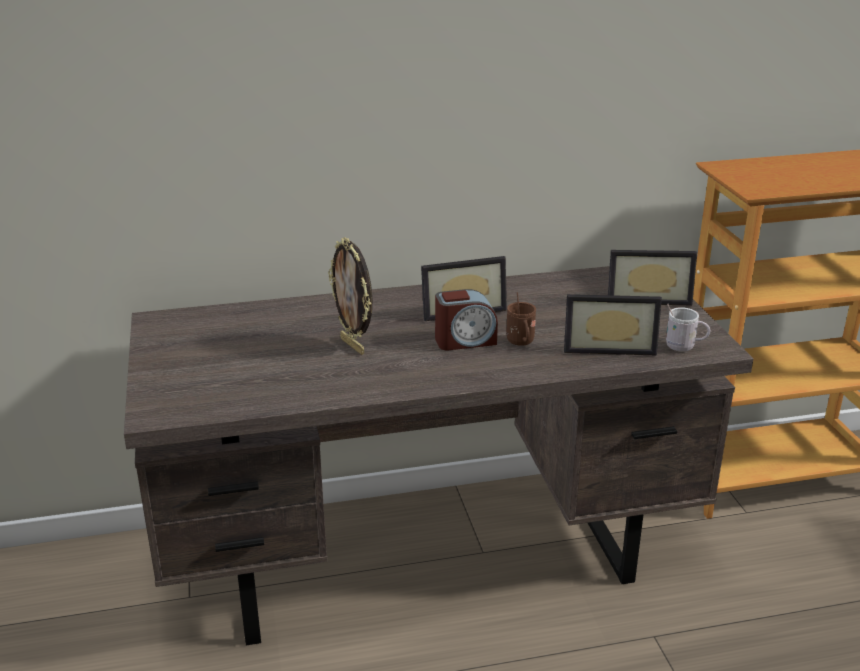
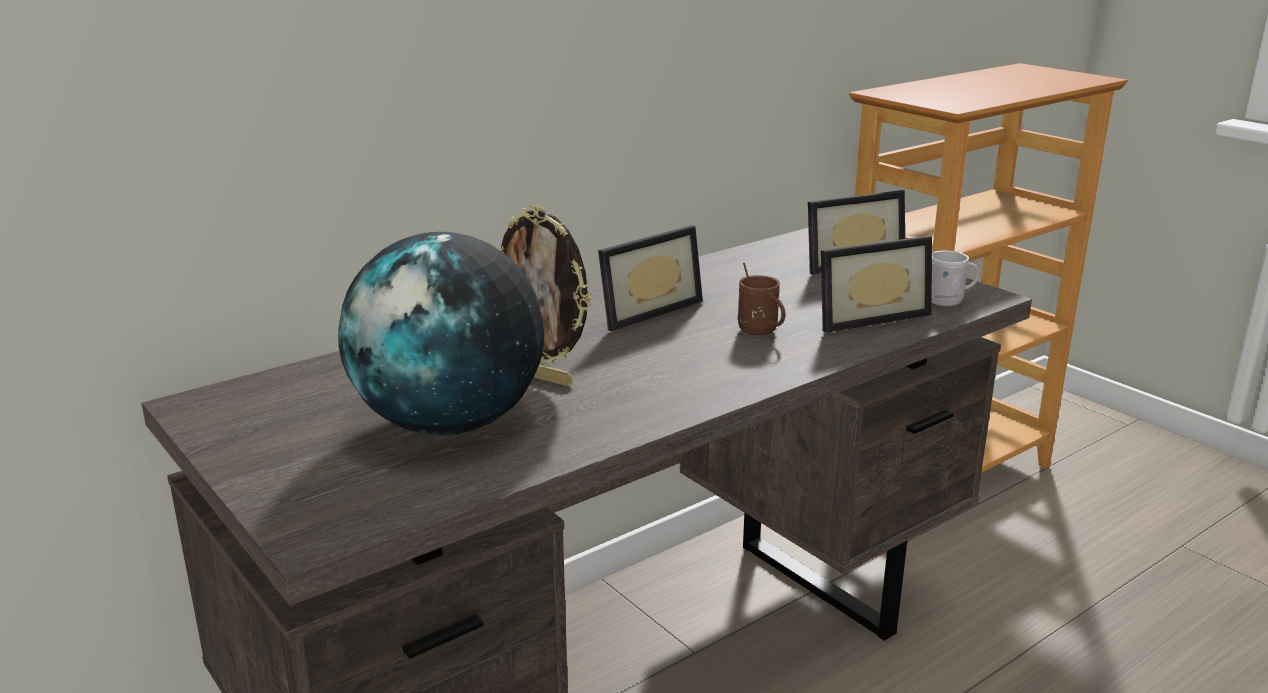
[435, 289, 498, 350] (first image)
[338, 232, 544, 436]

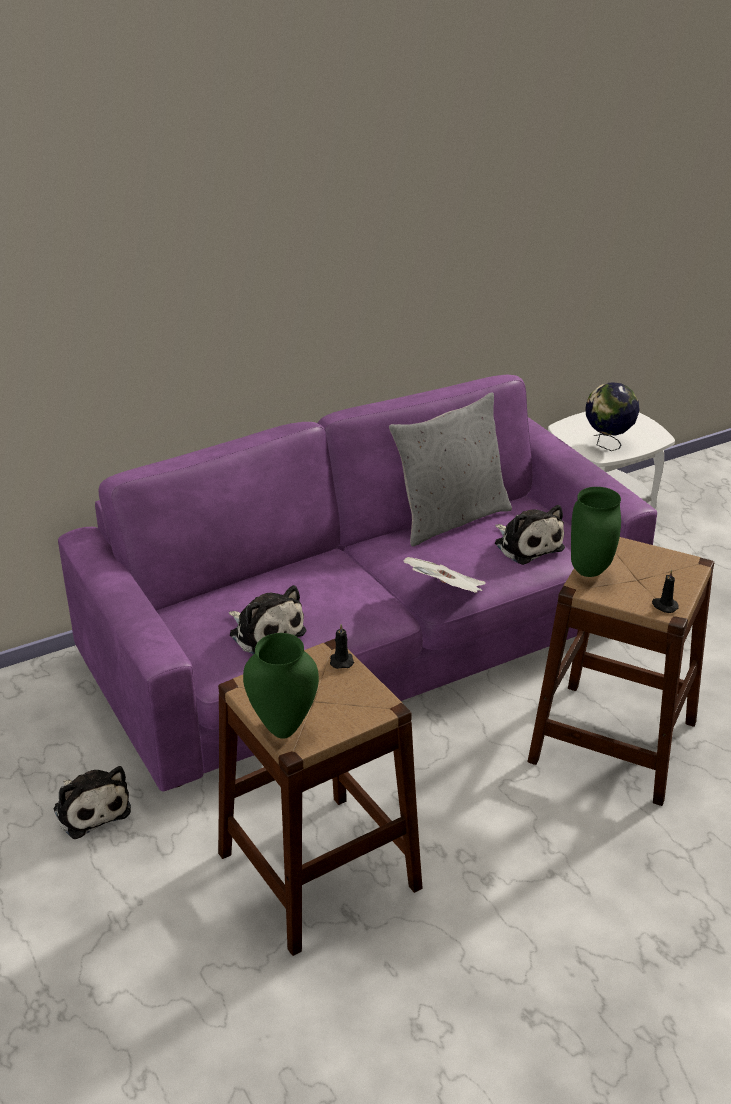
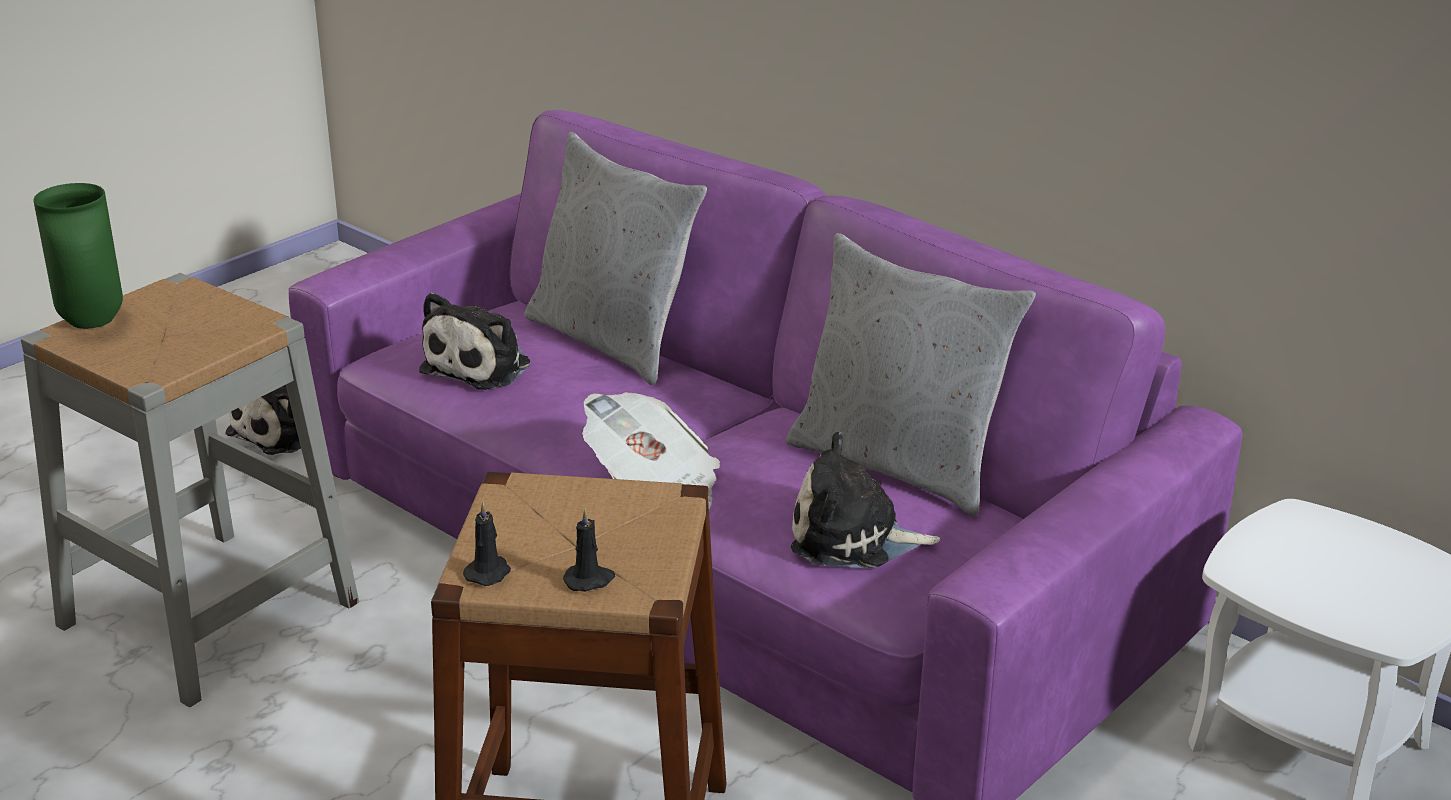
[585, 383, 640, 451] (first image)
[571, 487, 621, 577] (first image)
[791, 432, 940, 568]
[563, 508, 615, 592]
[21, 273, 359, 707]
[524, 132, 707, 385]

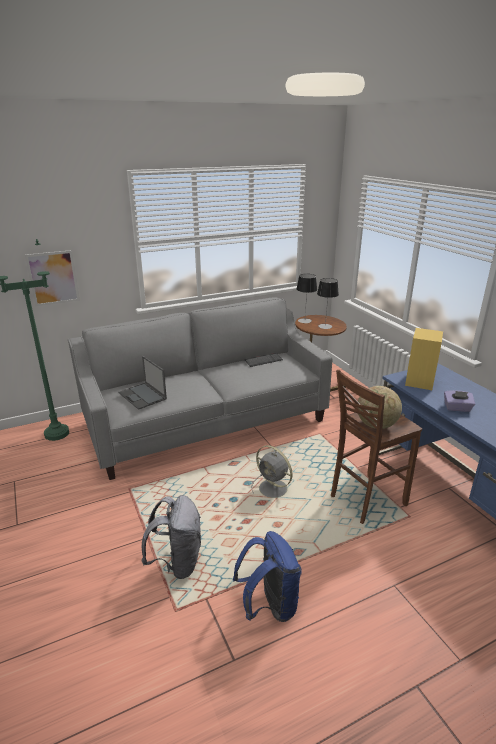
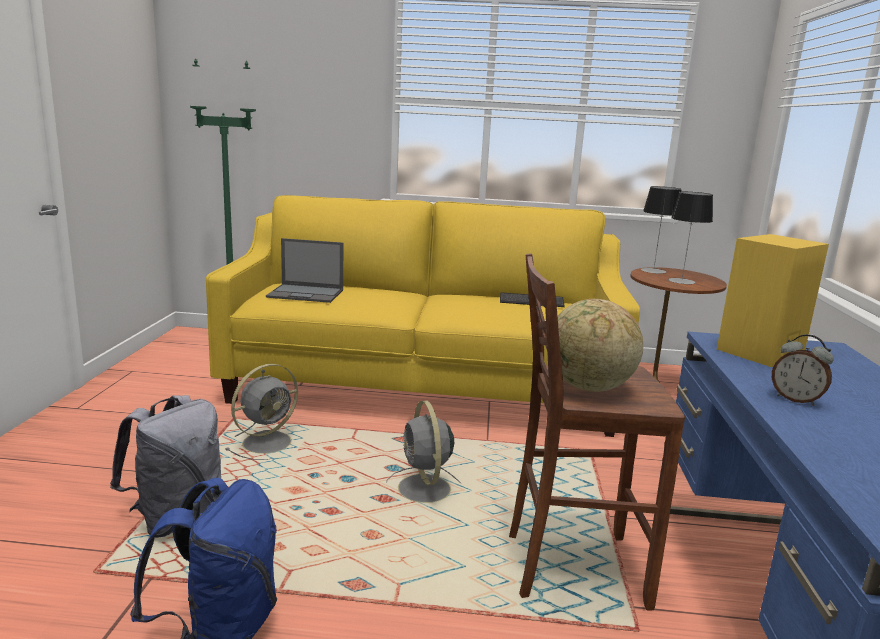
[25, 250, 80, 306] (first image)
[206, 195, 640, 437]
[266, 238, 343, 303]
[772, 334, 834, 406]
[225, 364, 298, 460]

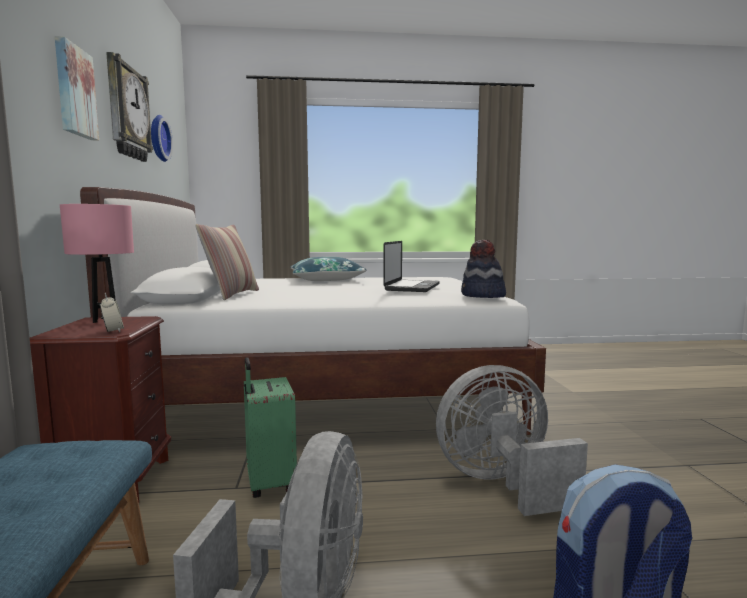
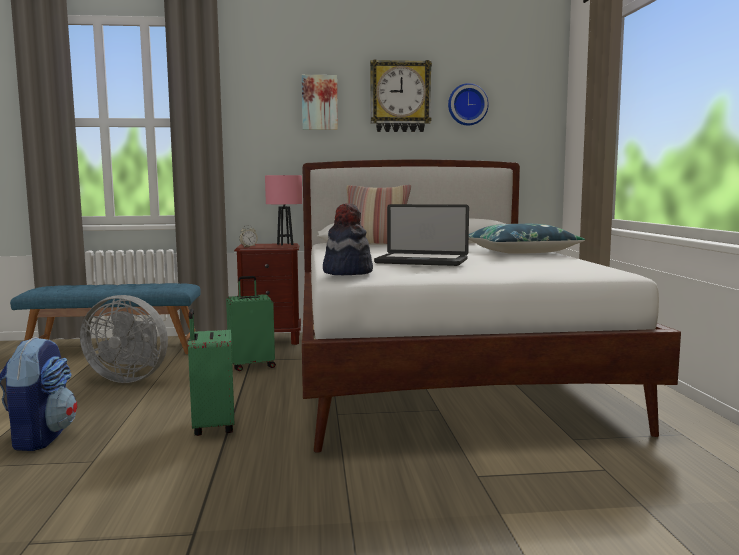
[188, 309, 234, 436]

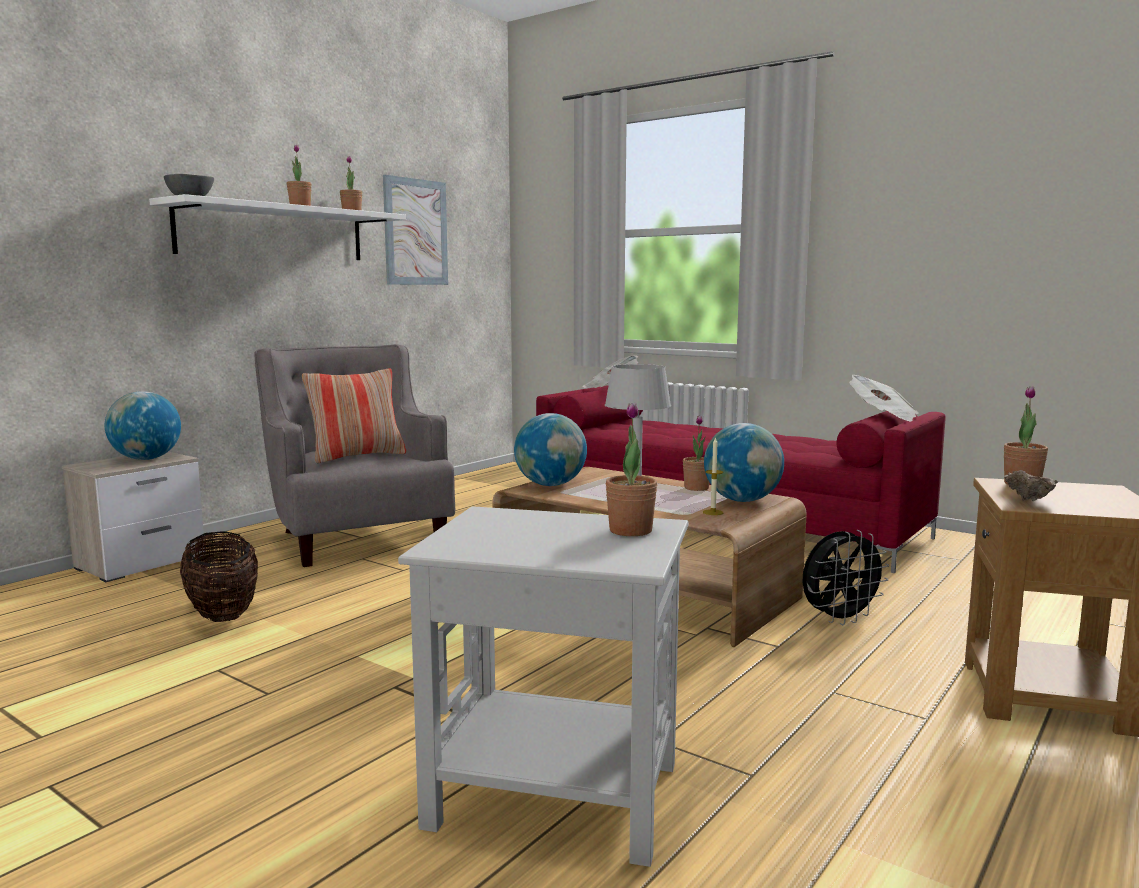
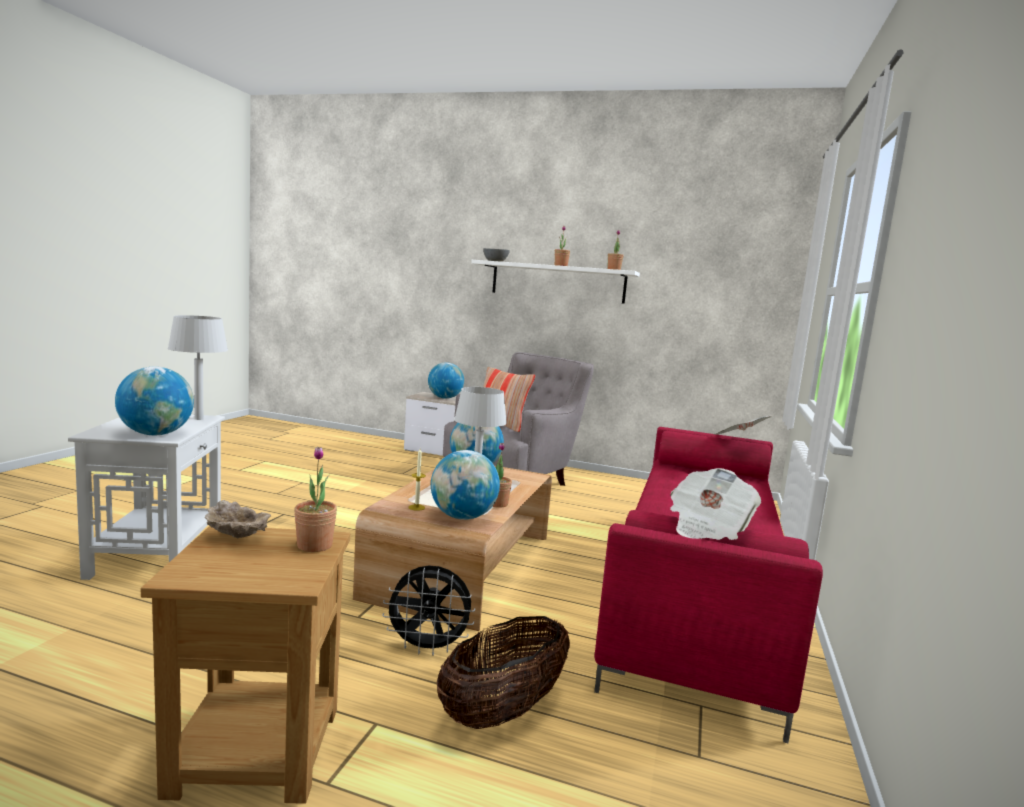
[383, 175, 448, 285] (first image)
[115, 367, 194, 435]
[383, 566, 475, 656]
[437, 616, 570, 729]
[168, 315, 228, 420]

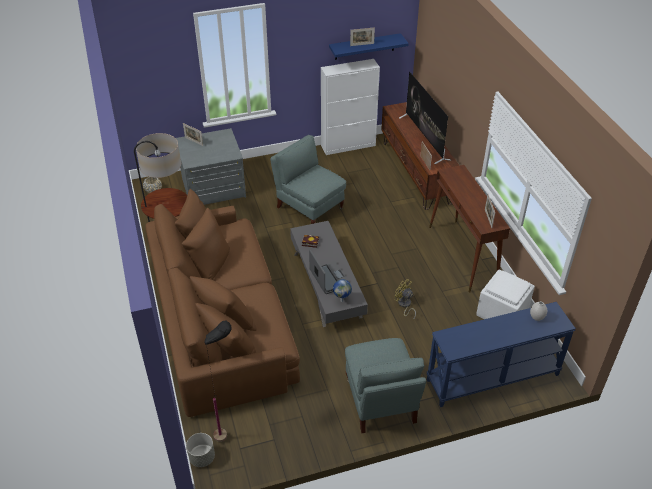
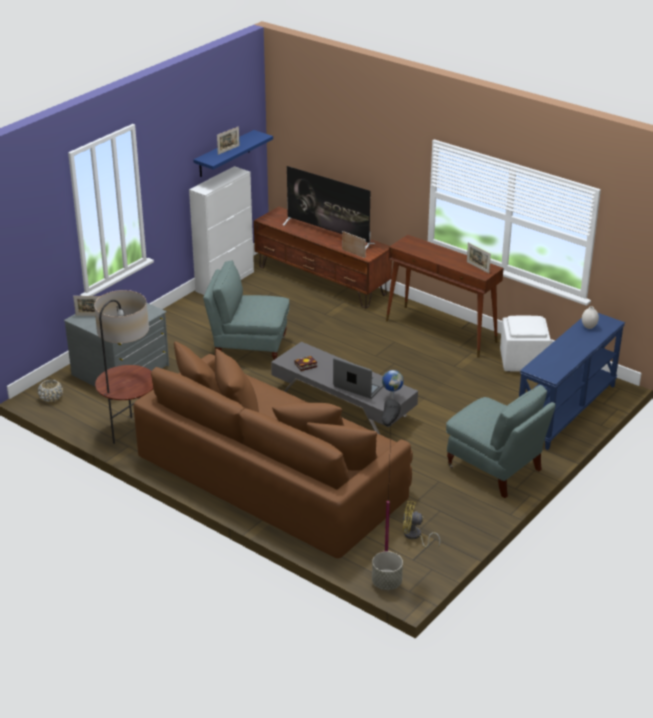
[403, 501, 440, 547]

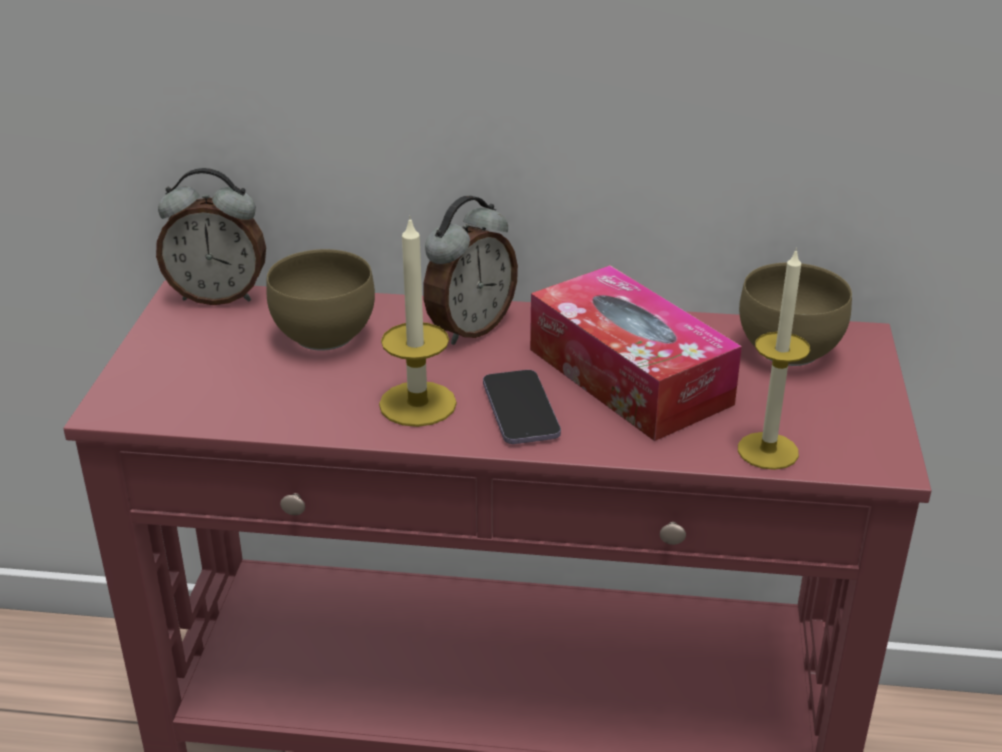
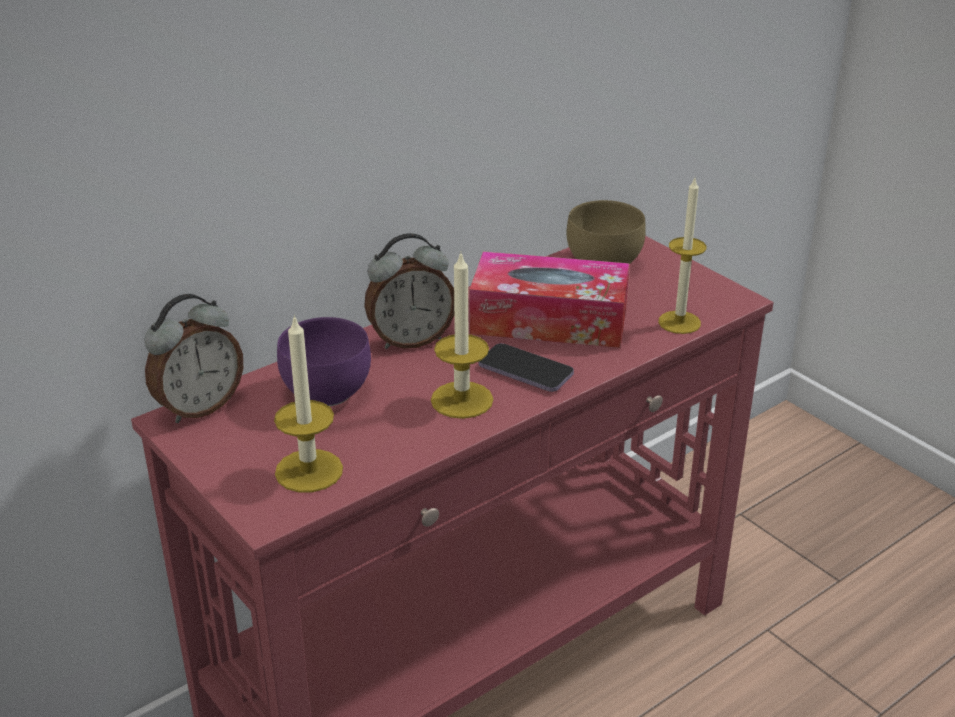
[364, 233, 454, 349]
[277, 317, 371, 406]
[274, 314, 343, 492]

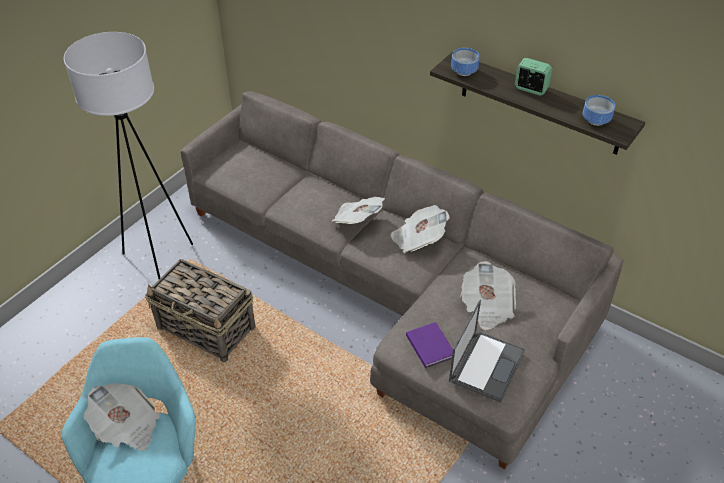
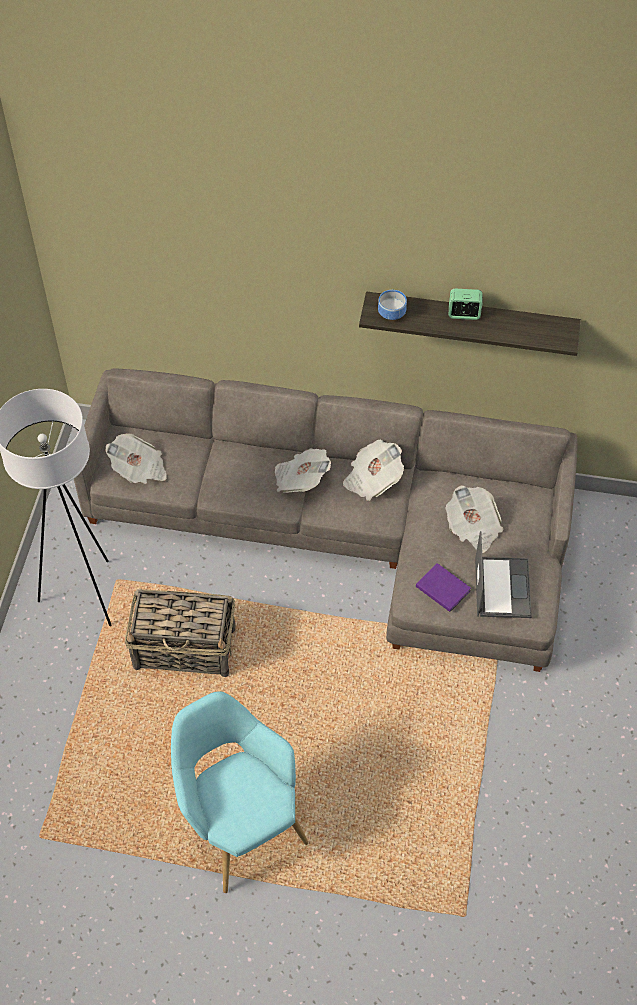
[583, 95, 615, 126] (first image)
[105, 433, 167, 484]

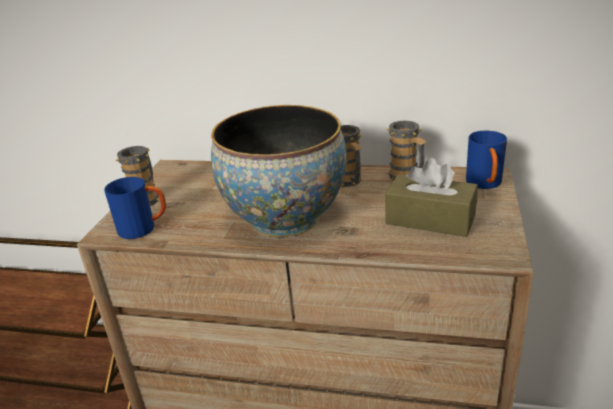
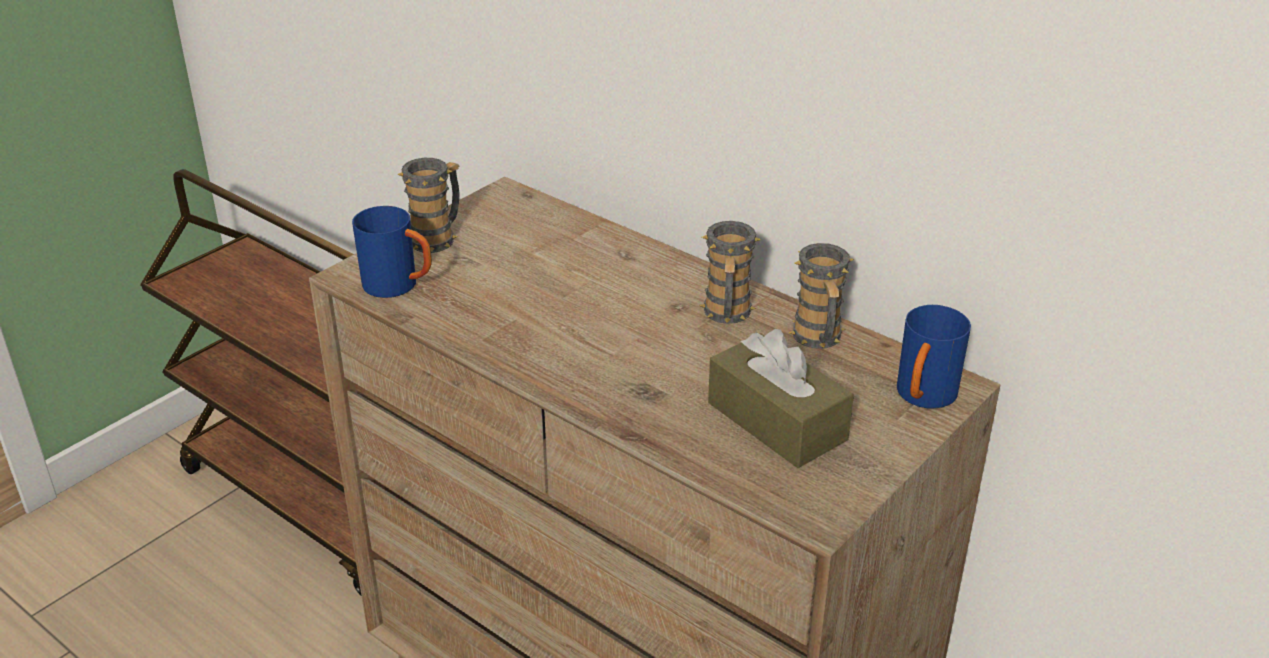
[211, 105, 346, 238] (first image)

